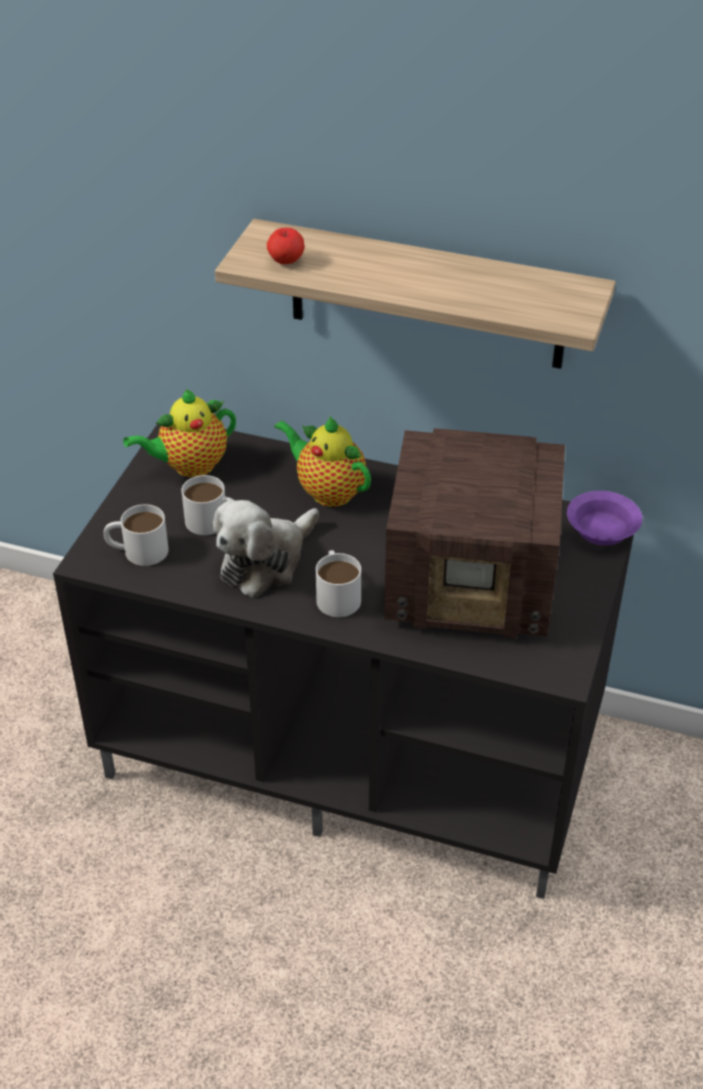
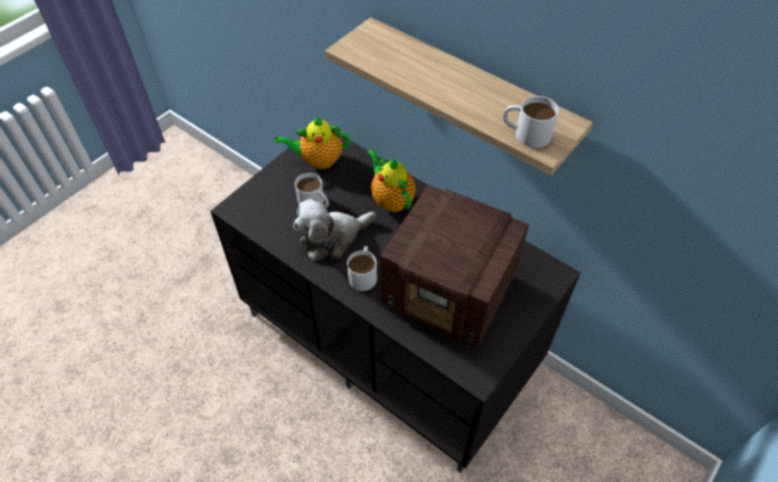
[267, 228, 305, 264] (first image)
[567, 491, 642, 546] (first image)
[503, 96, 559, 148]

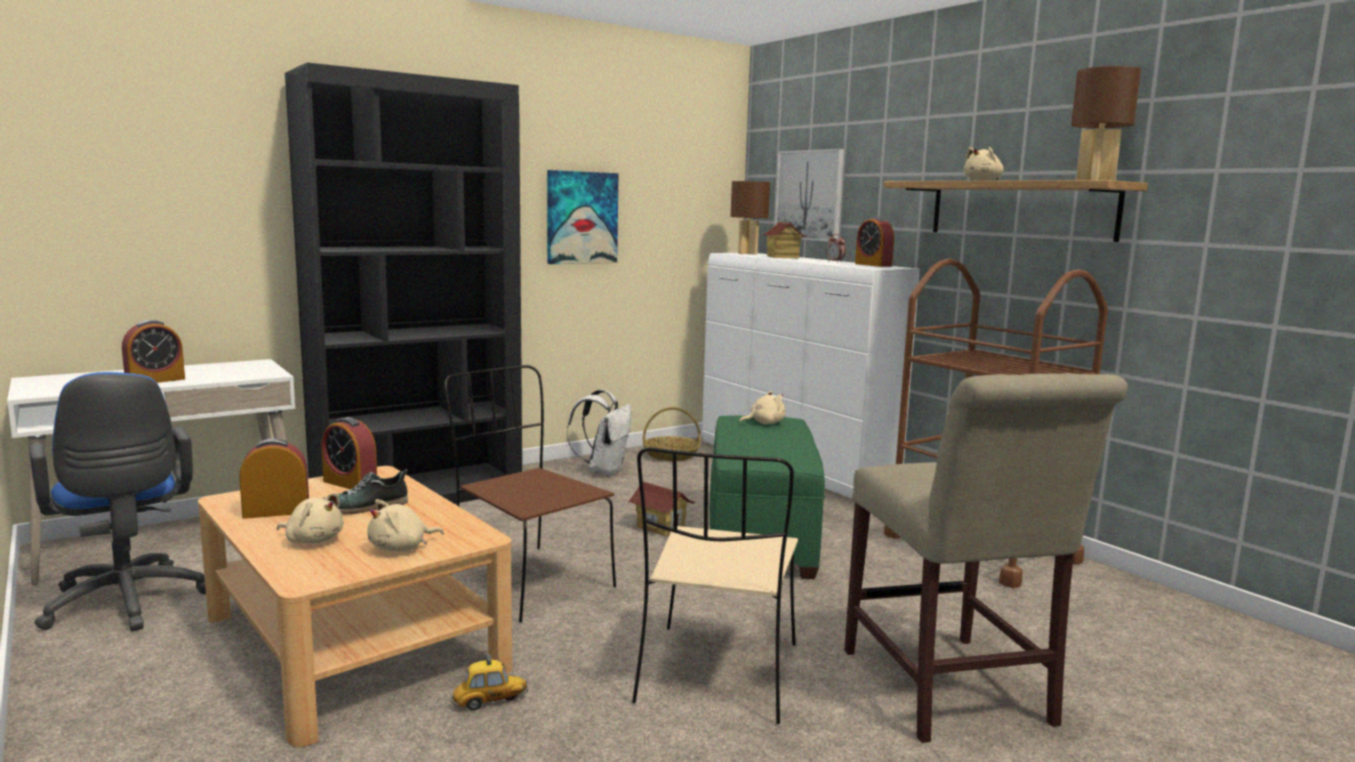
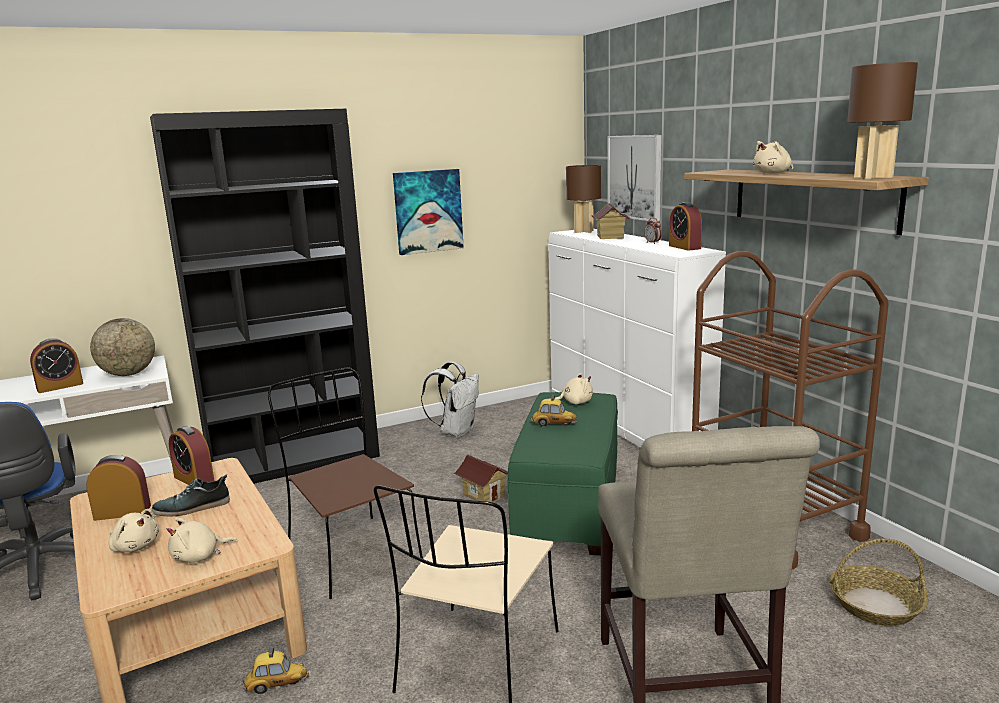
[830, 538, 928, 626]
[90, 318, 155, 376]
[531, 395, 577, 427]

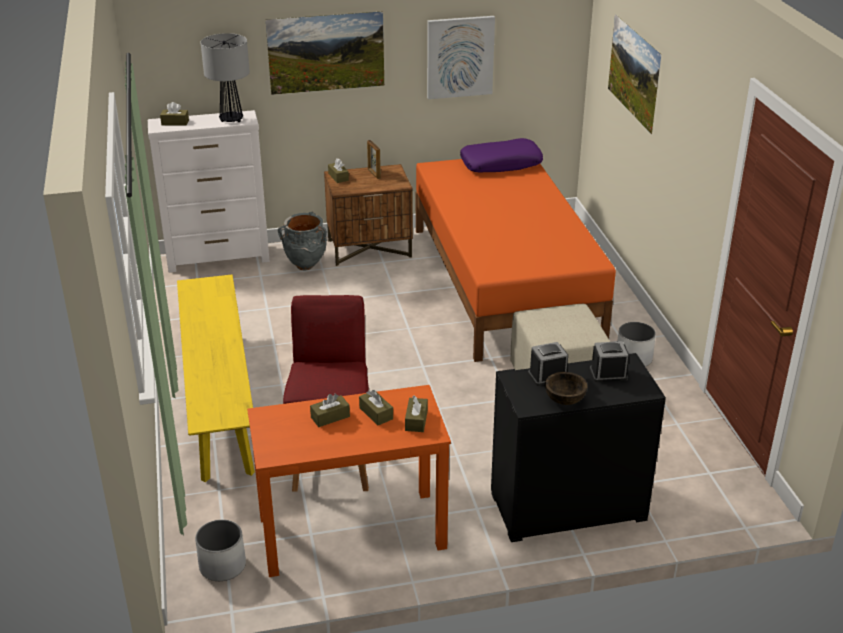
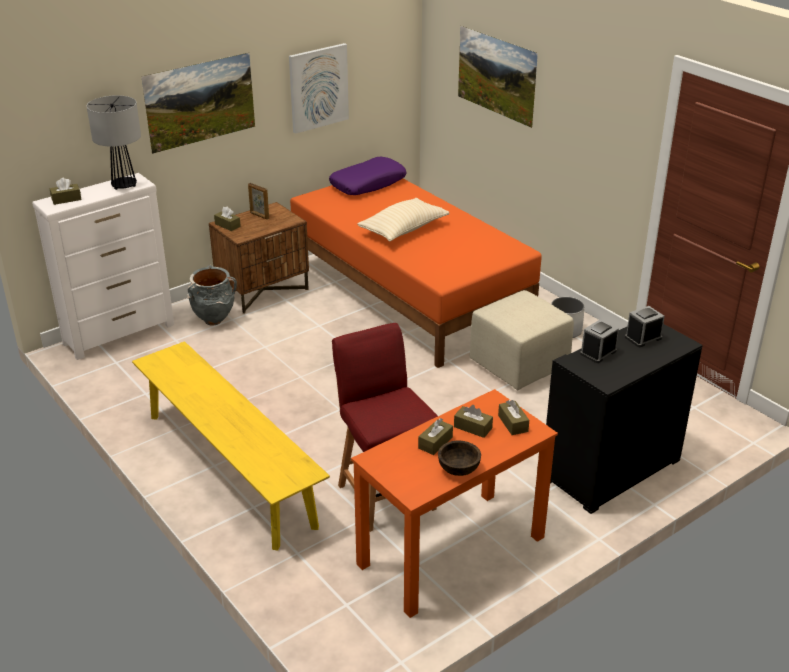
[438, 441, 481, 476]
[195, 519, 246, 581] (first image)
[357, 198, 449, 241]

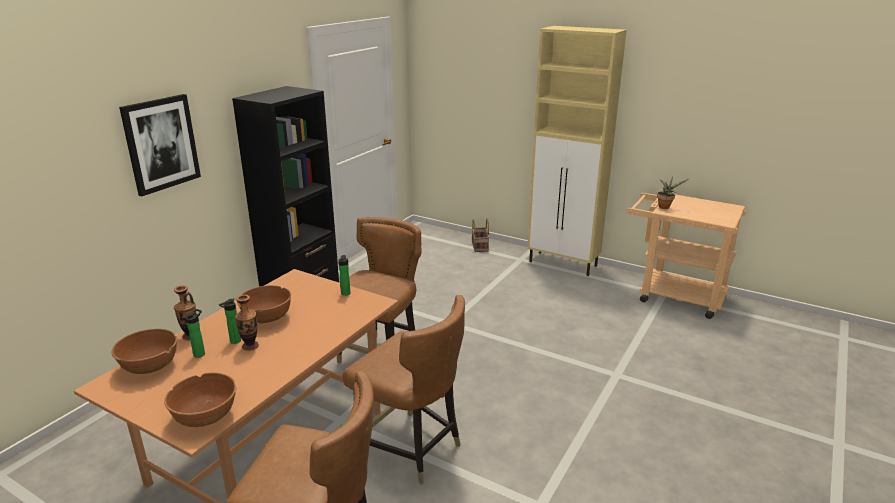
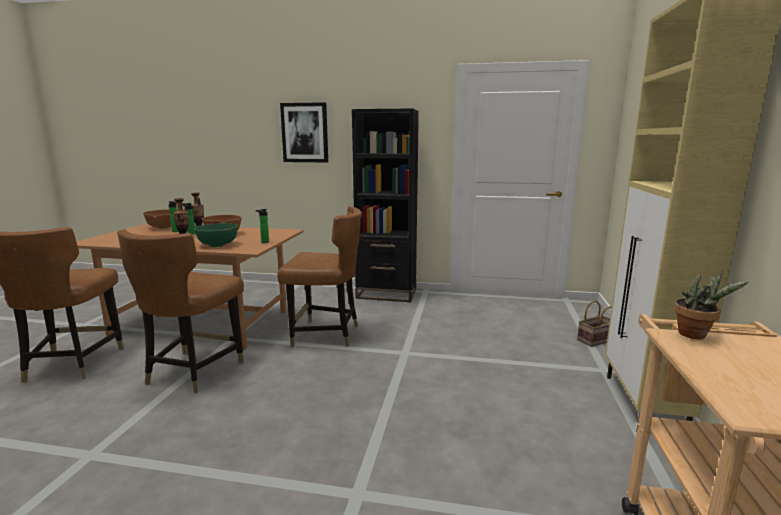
[164, 372, 236, 427] (first image)
[194, 223, 238, 247]

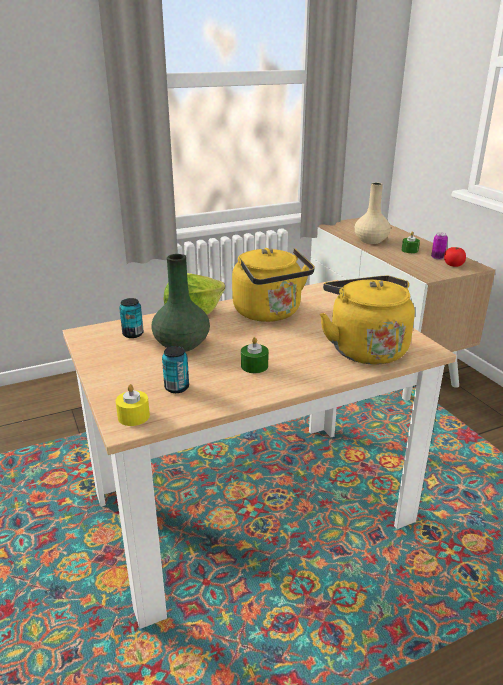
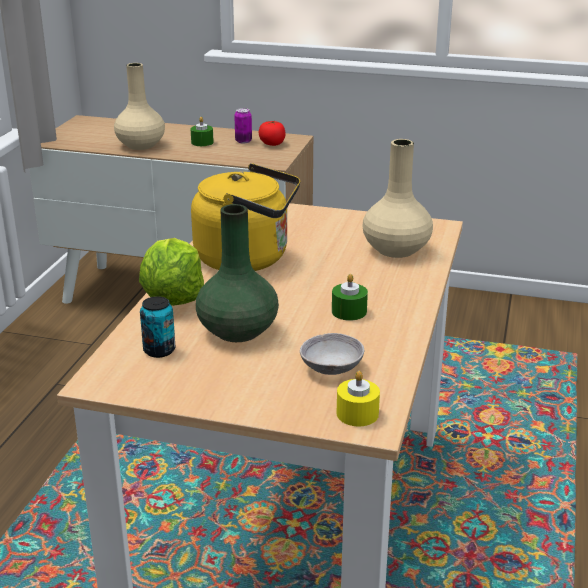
[363, 139, 433, 258]
[300, 333, 364, 375]

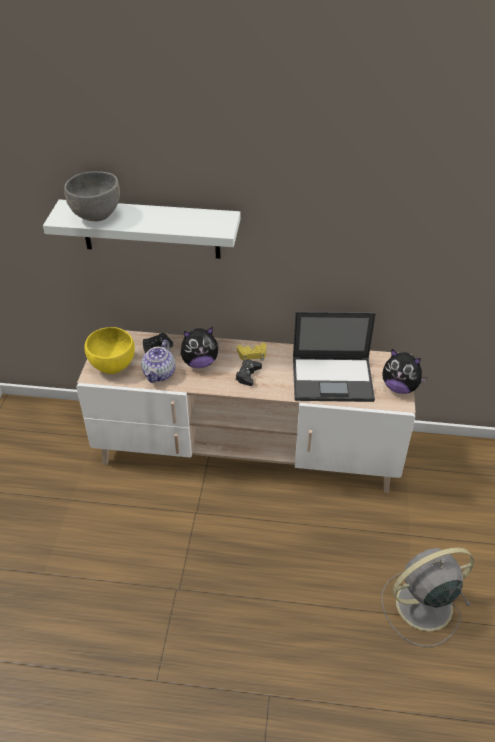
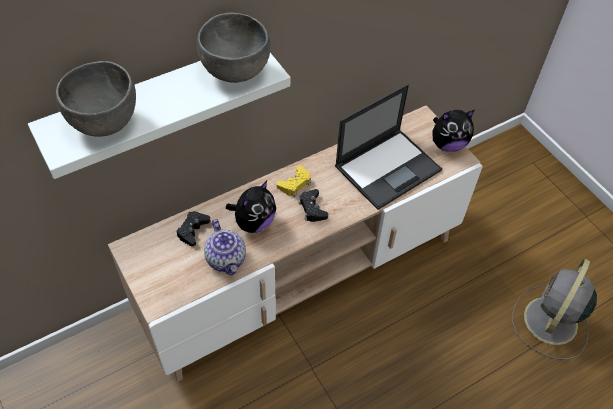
[84, 327, 135, 374] (first image)
[197, 13, 270, 83]

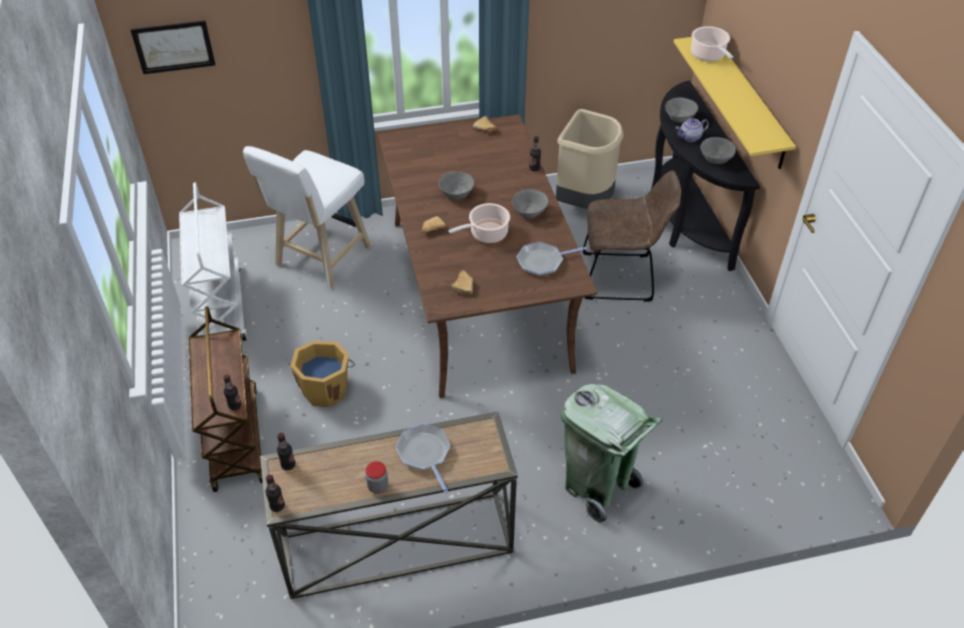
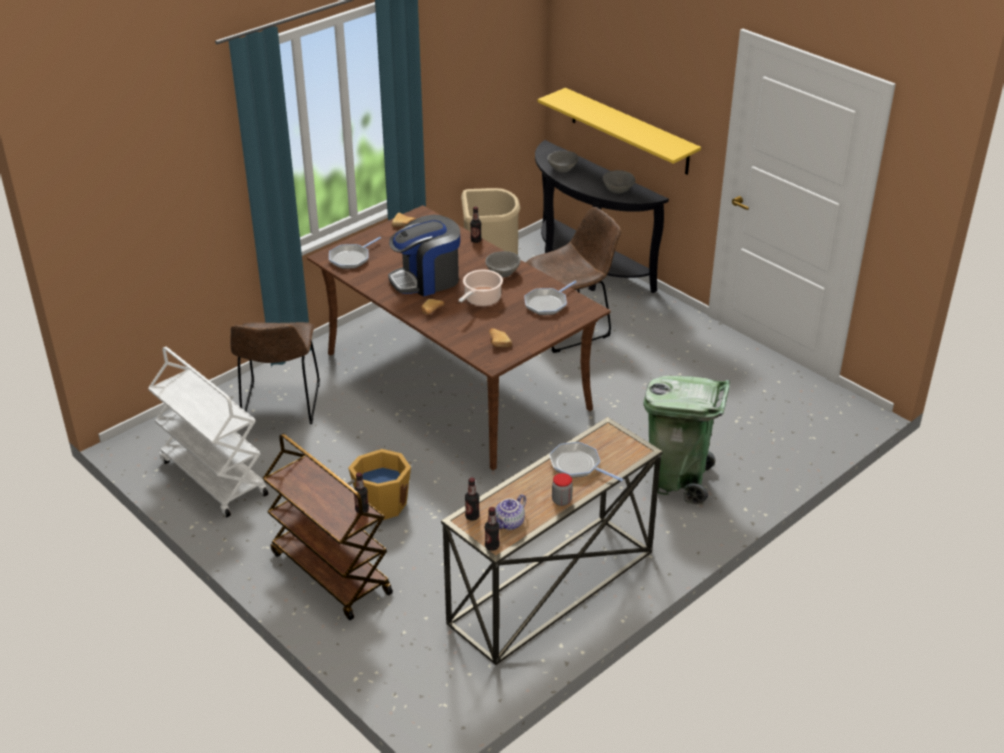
[130, 20, 216, 74] (first image)
[691, 26, 733, 62] (first image)
[495, 494, 526, 530]
[230, 322, 320, 424]
[388, 215, 460, 296]
[329, 237, 381, 269]

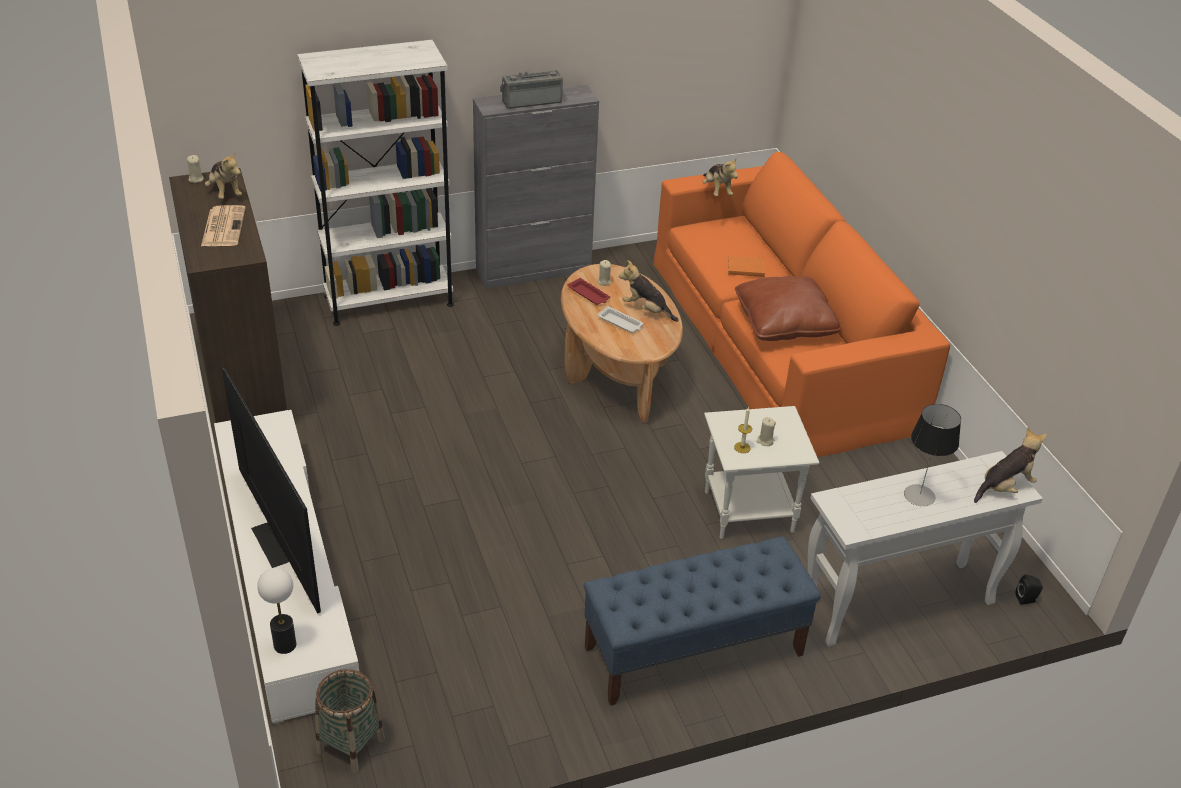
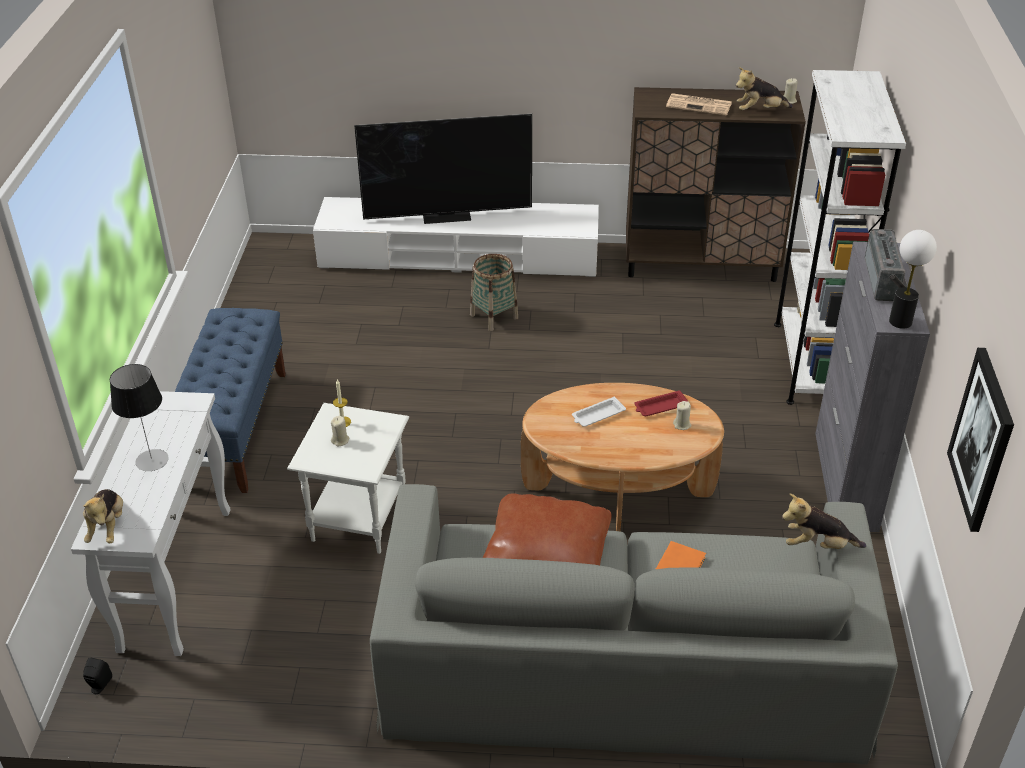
[370, 484, 898, 765]
[619, 260, 678, 322] (first image)
[889, 230, 937, 329]
[470, 254, 518, 331]
[947, 348, 1014, 532]

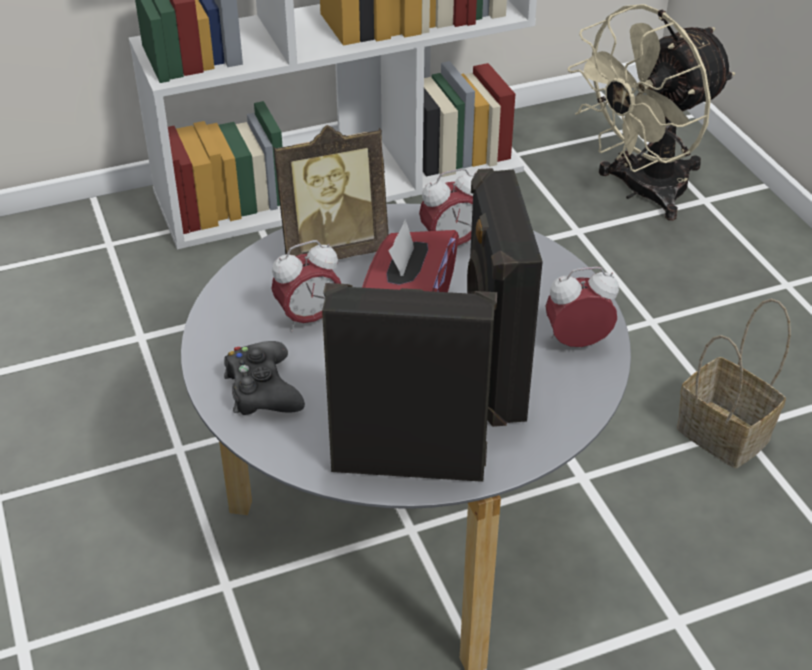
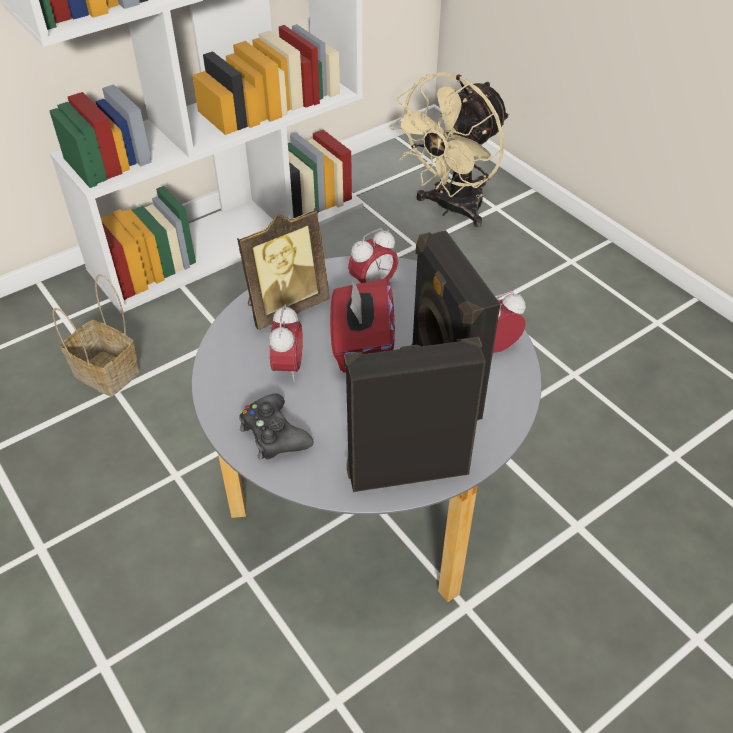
[269, 304, 303, 382]
[52, 274, 140, 396]

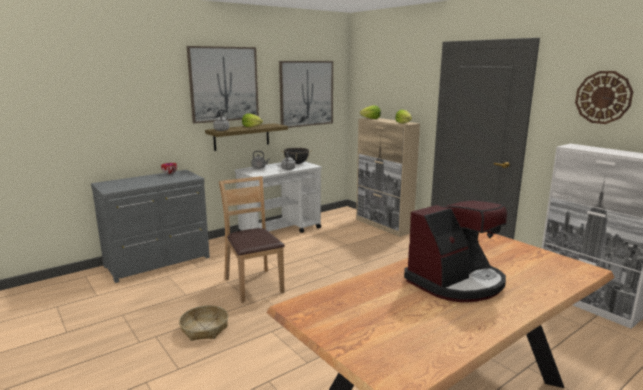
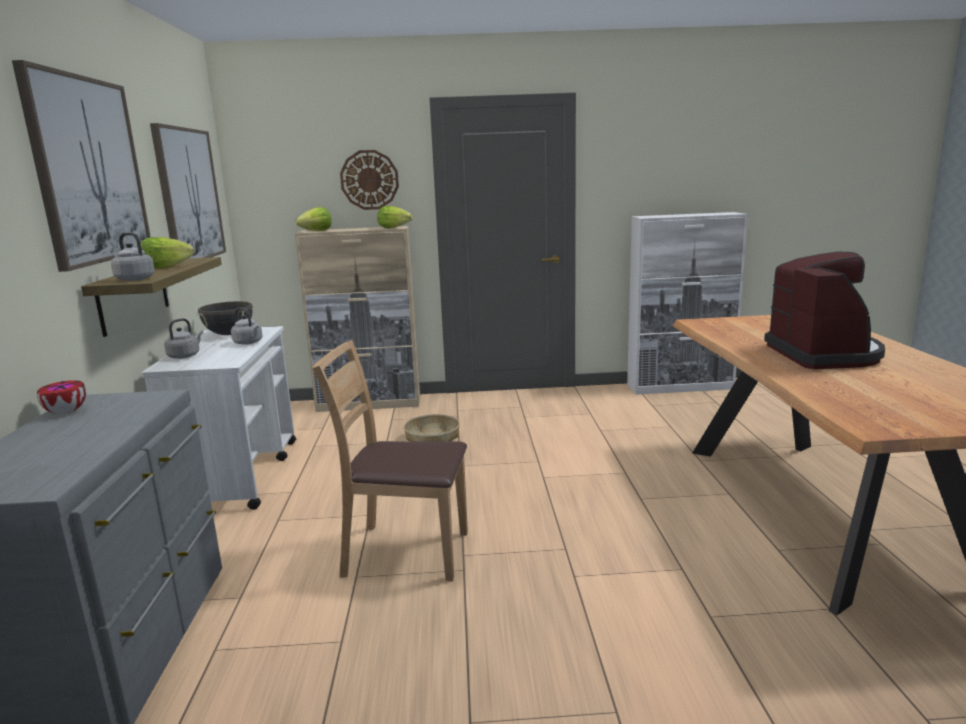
[340, 150, 399, 210]
[404, 414, 460, 441]

